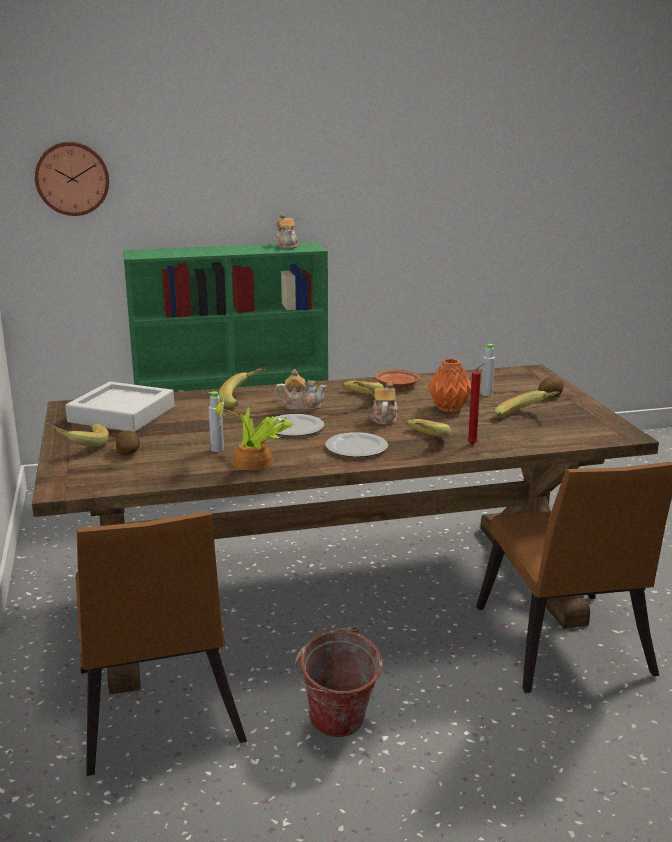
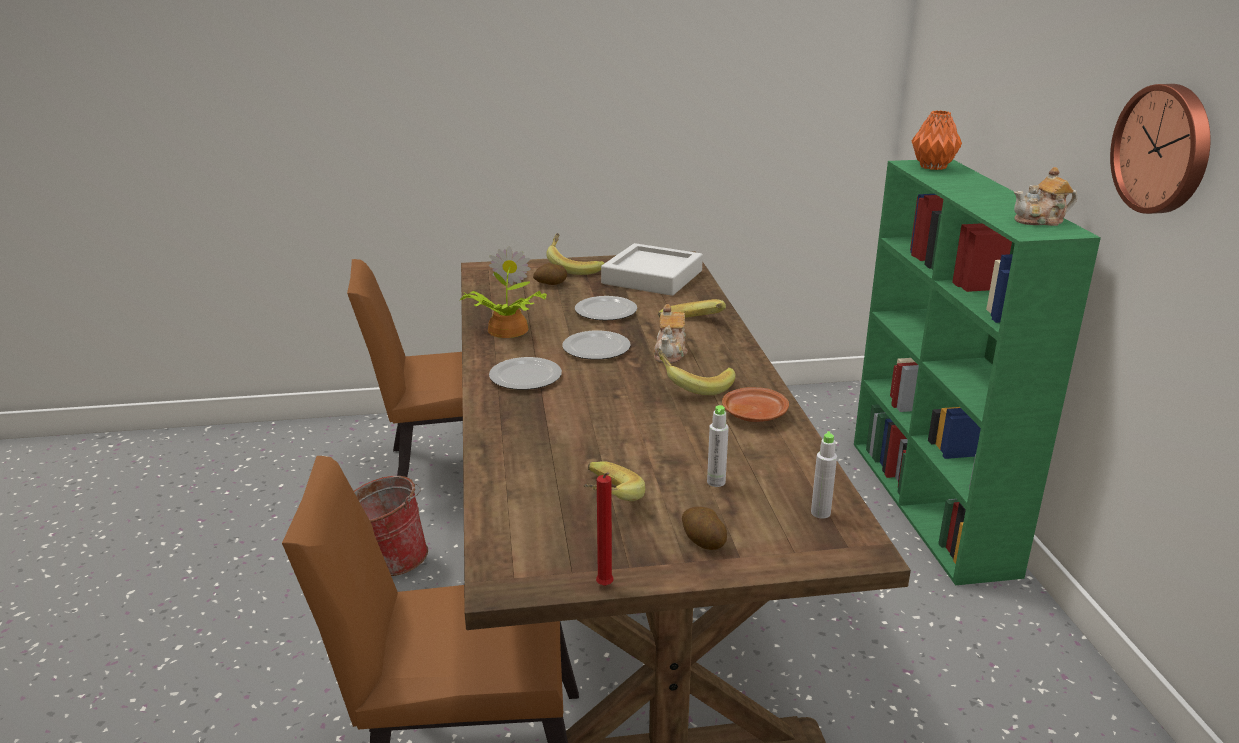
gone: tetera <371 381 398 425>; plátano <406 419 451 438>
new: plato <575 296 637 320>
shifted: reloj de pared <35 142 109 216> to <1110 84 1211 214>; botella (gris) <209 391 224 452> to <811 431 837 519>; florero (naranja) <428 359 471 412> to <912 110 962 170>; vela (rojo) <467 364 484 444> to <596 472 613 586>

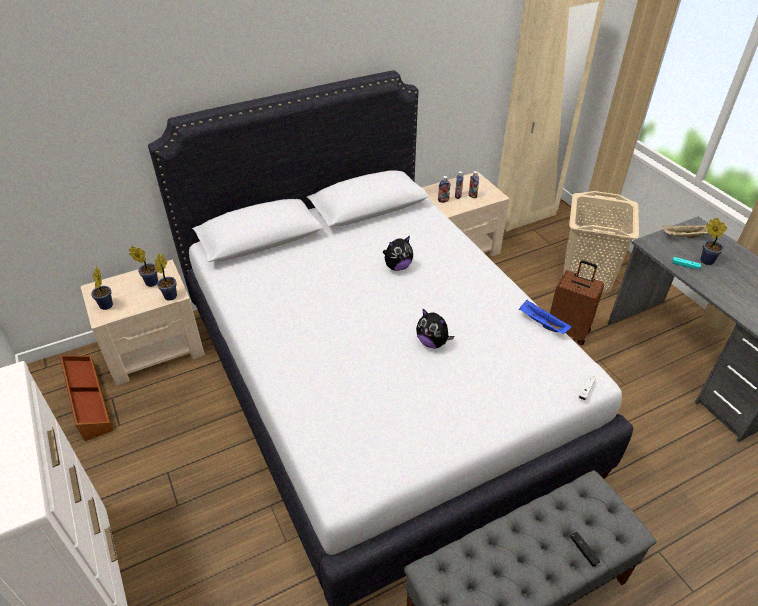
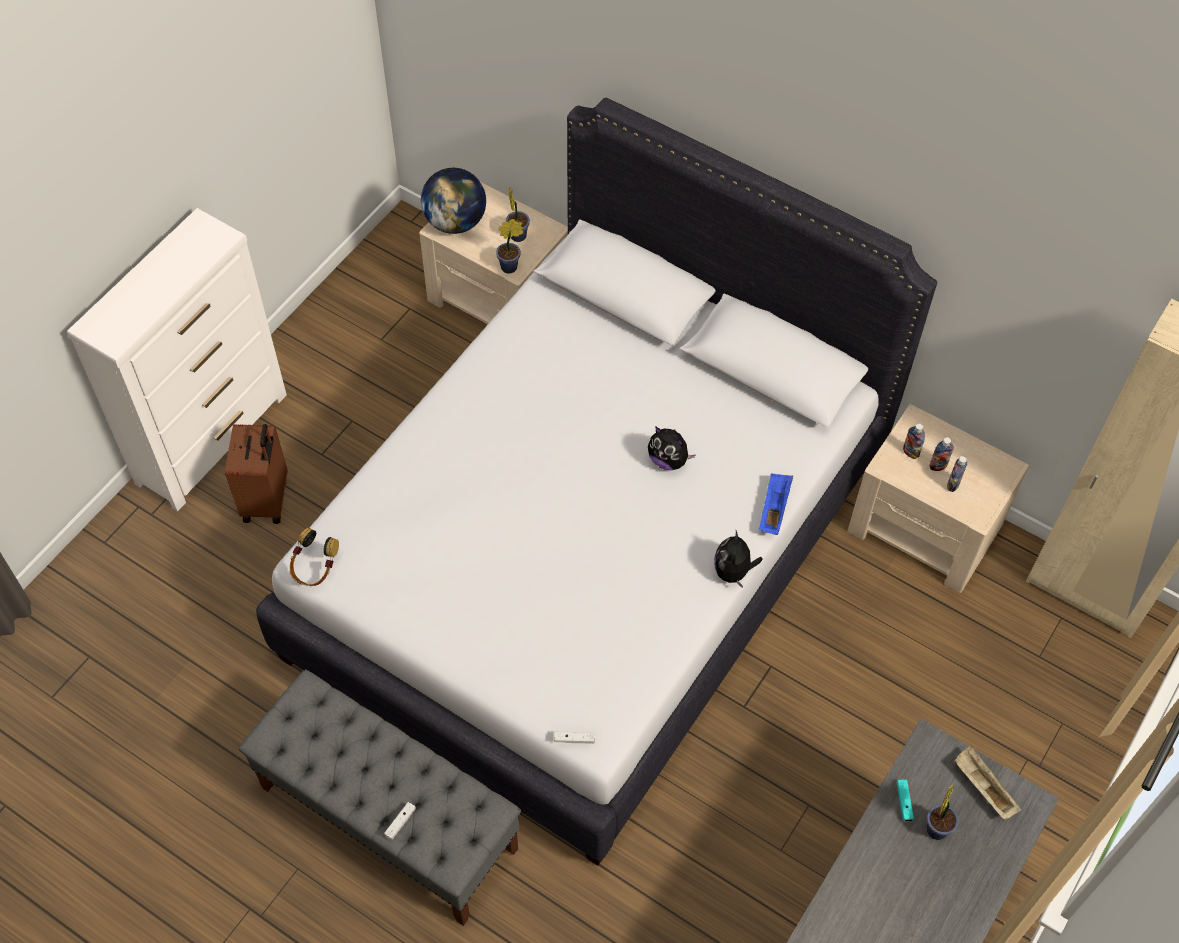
gone: caja de almacenaje (marrón) <60 355 113 441>; cesto de la ropa (beis) <563 191 639 293>
new: auriculares <290 528 339 586>
shifted: peluche <416 309 454 348> to <714 531 763 588>; bandeja (azul) <519 300 572 334> to <759 474 793 535>; maleta (marrón) <550 260 604 345> to <225 424 287 524>
swapped: planta en maceta <91 267 113 310> to globo terráqueo <421 168 486 234>
repainted: mando de consola (negro) <570 532 600 567> to mando de consola (blanco) <384 802 416 840>

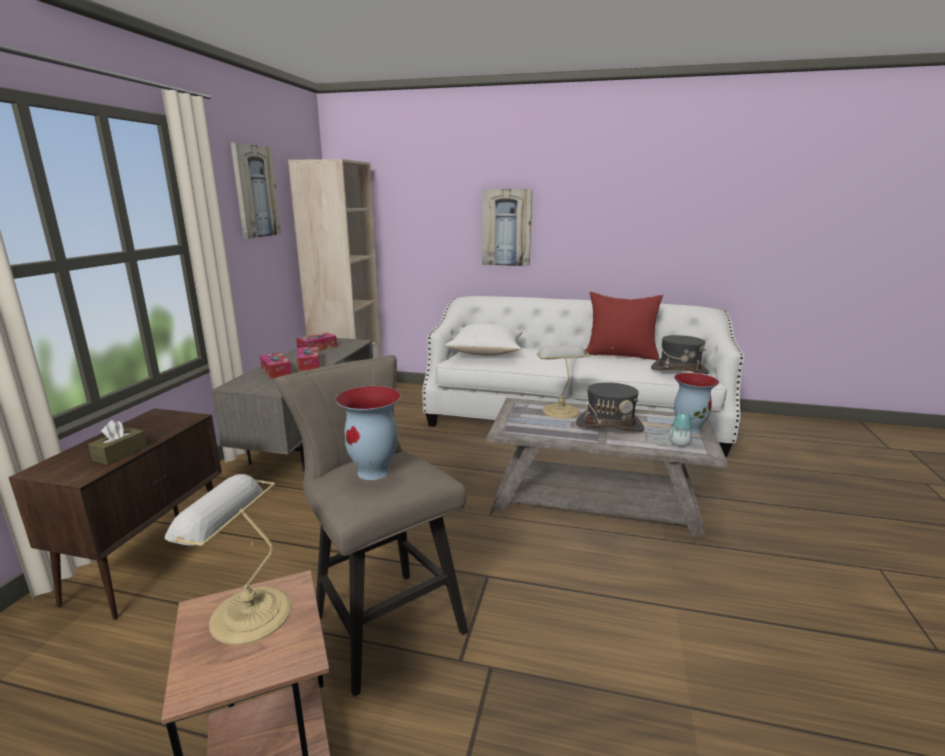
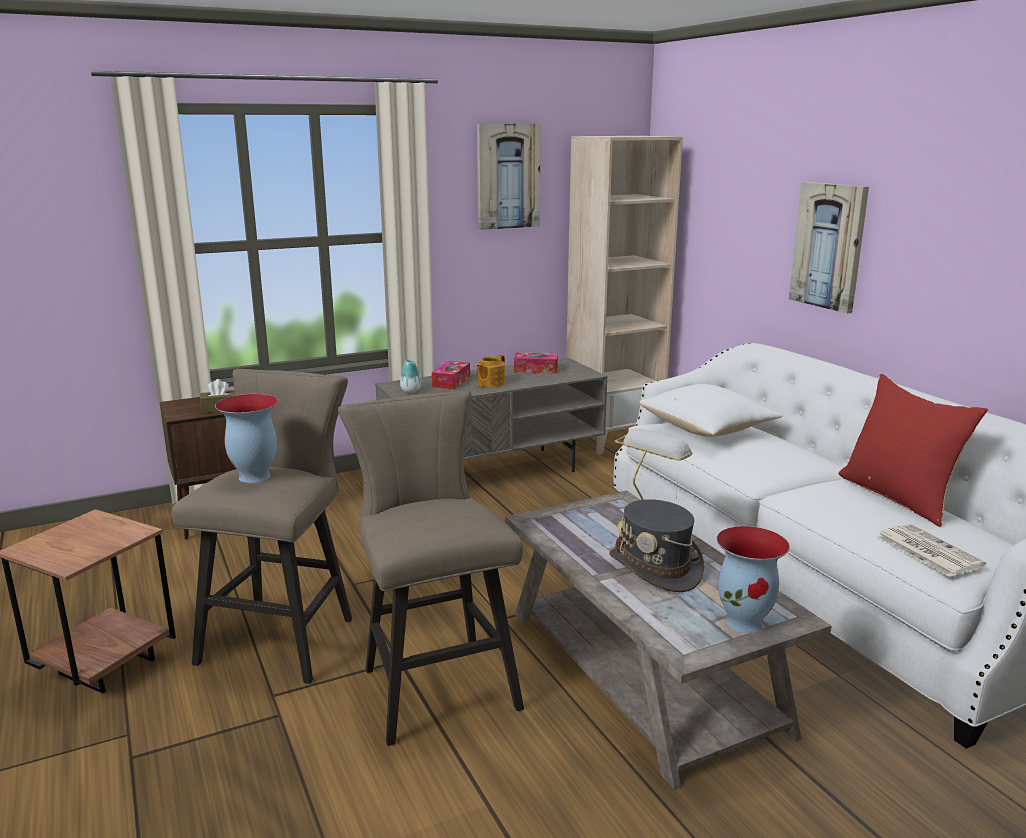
gone: lámpara de mesa <165 474 292 645>
new: taburete (beis) <338 390 524 746>
shifted: florero <669 412 692 447> to <400 360 421 393>
swapped: caja de pañuelos <297 346 319 371> to tetera <476 355 505 388>; sombrero (gris) <651 335 709 374> to periódico <876 524 986 577>

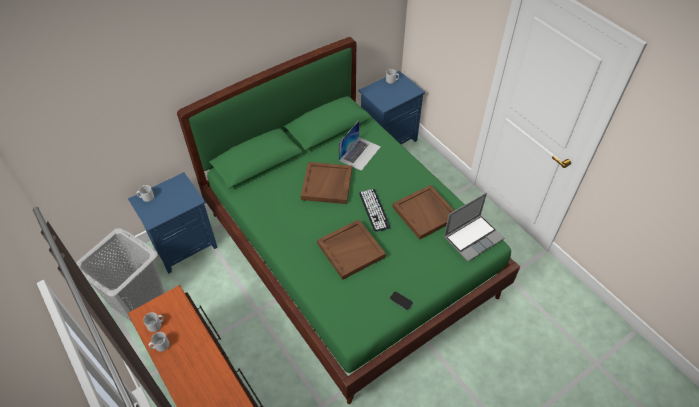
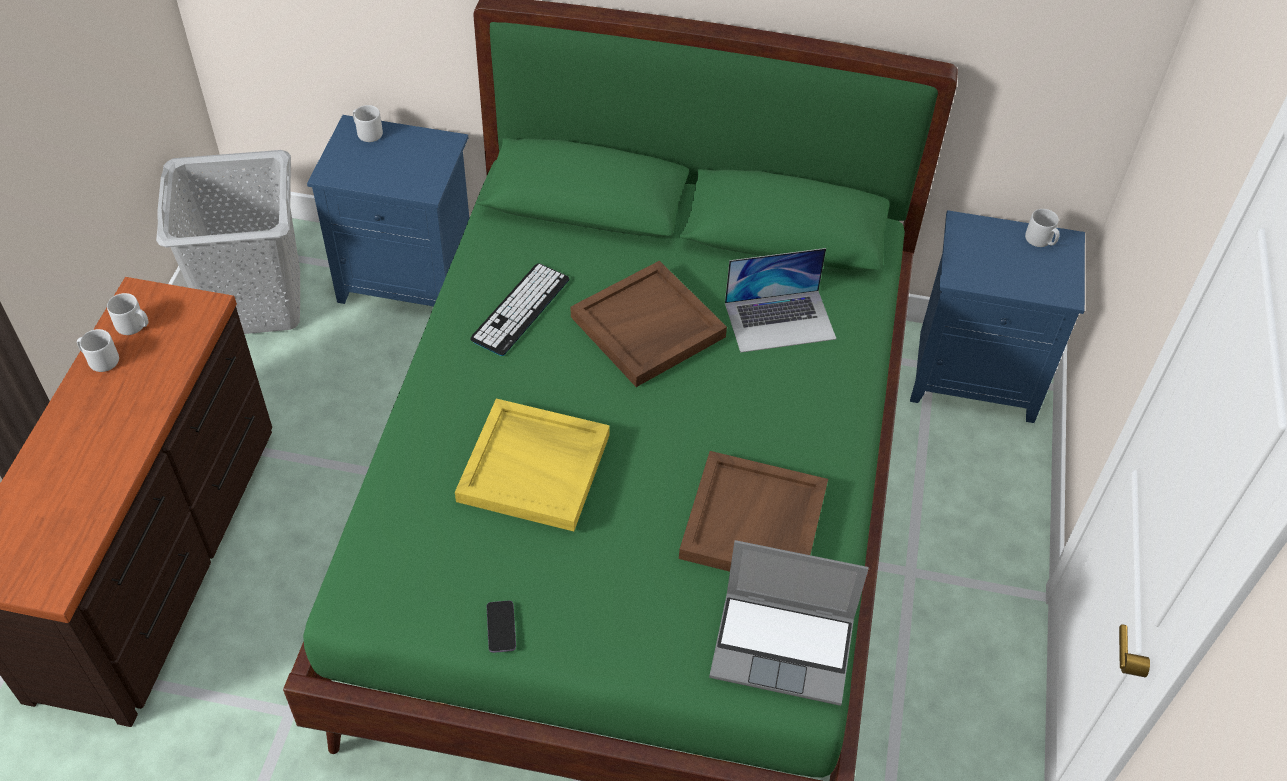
shifted: teclado <359 189 391 232> to <470 263 569 356>
repainted: bandeja (marrón) <317 220 386 280> to bandeja (amarillo) <455 399 610 532>

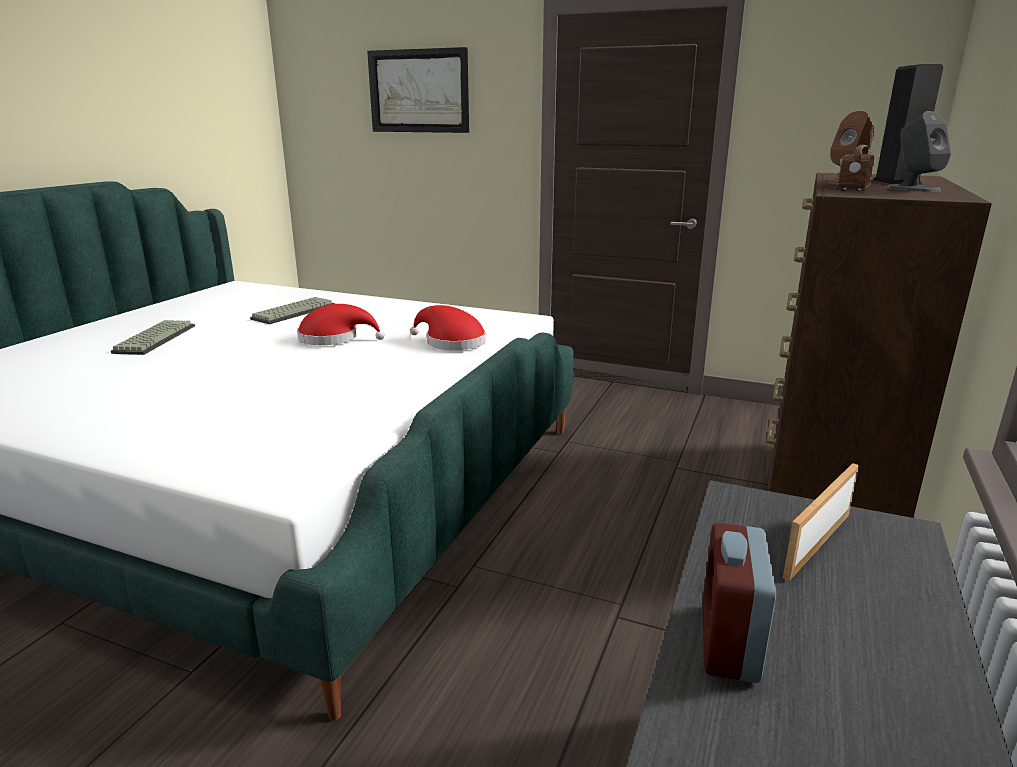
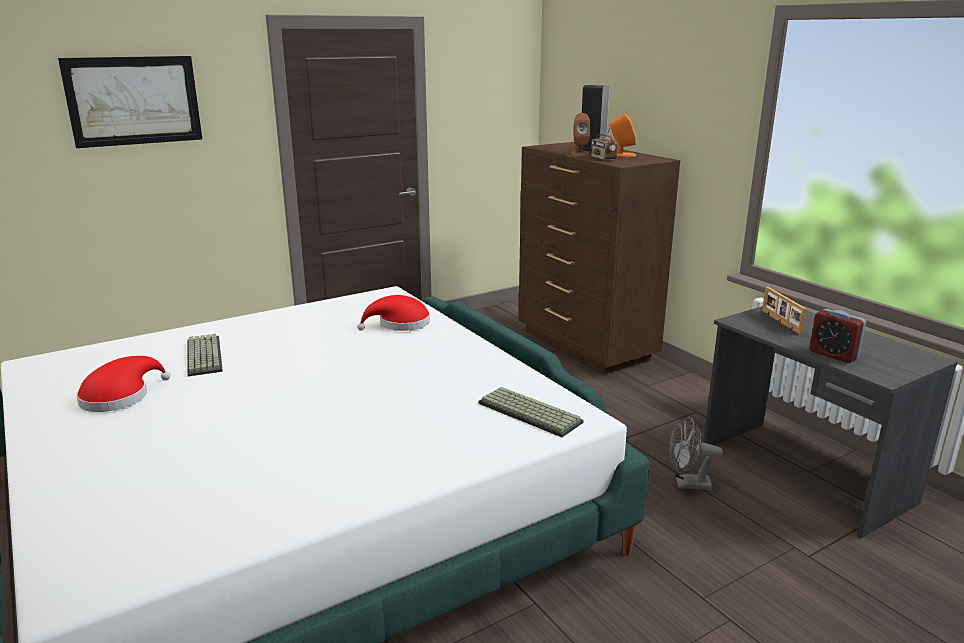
new: ventilador (gris) <669 417 723 490>
shifted: teclado <111 320 195 355> to <478 387 584 437>; sombrero (rojo) <297 304 384 345> to <76 356 171 412>
repainted: altavoz (gris) <889 111 951 192> to altavoz (naranja) <610 113 636 157>

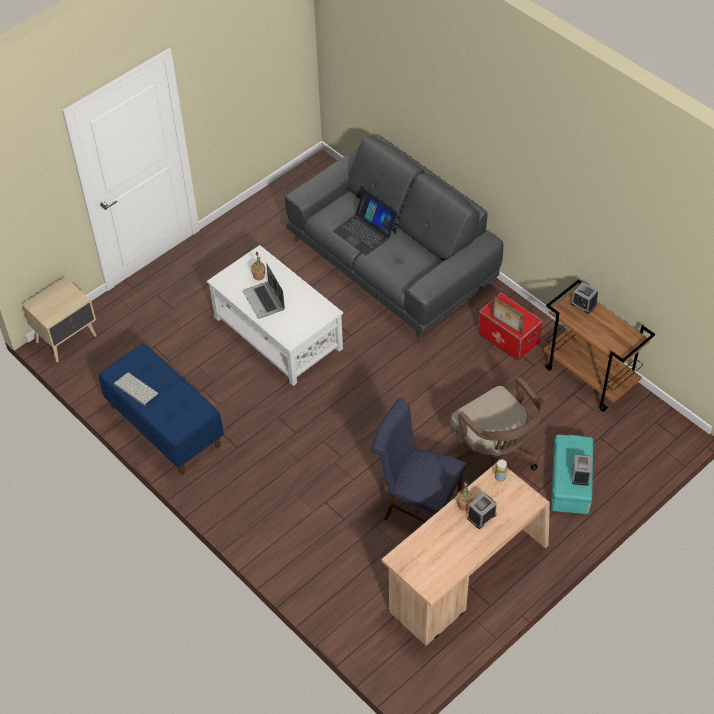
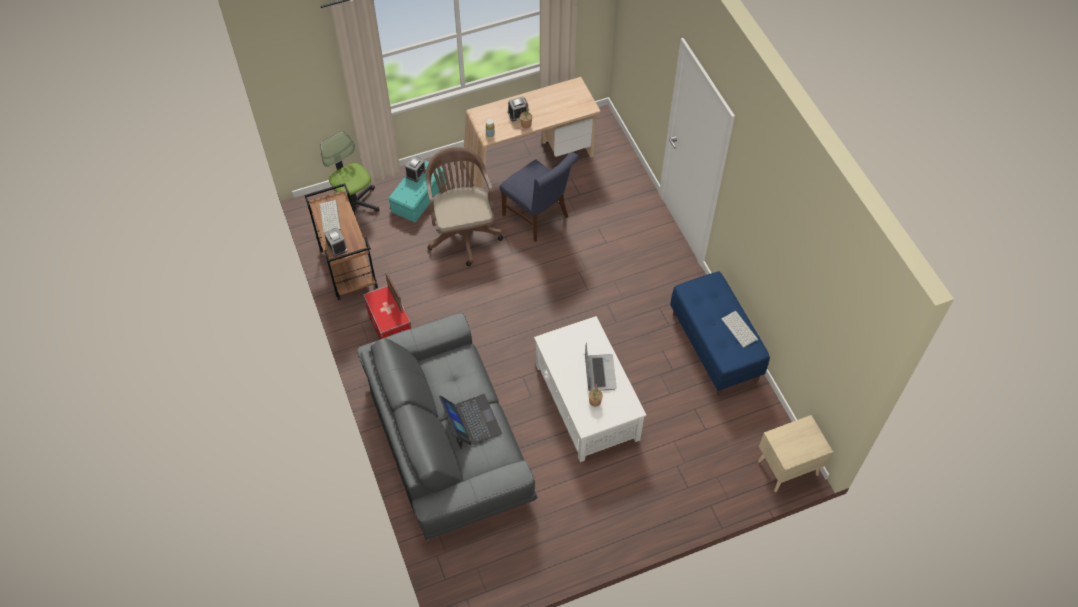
new: silla de oficina <320 132 379 215>; teclado <320 200 341 233>

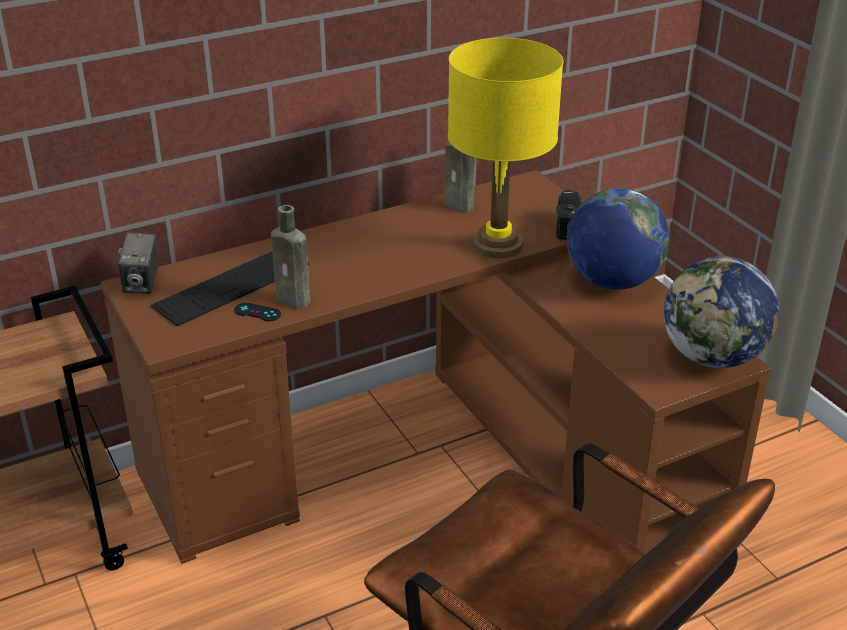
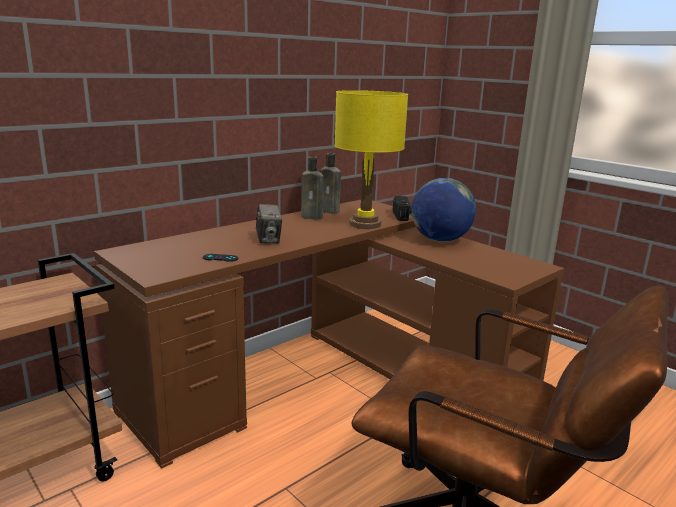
gone: teclado <151 252 309 326>; globo terráqueo <664 257 779 368>
shifted: cámara <118 232 159 294> to <256 204 282 244>; botella (marrón) <271 205 310 309> to <301 156 324 220>

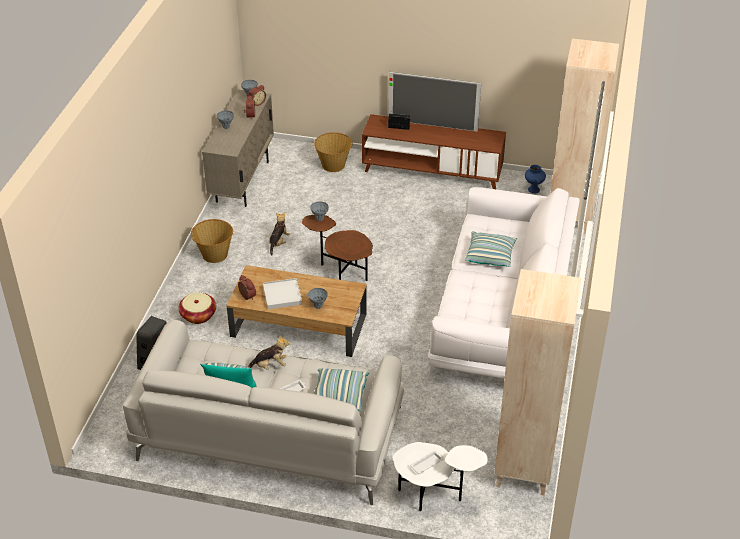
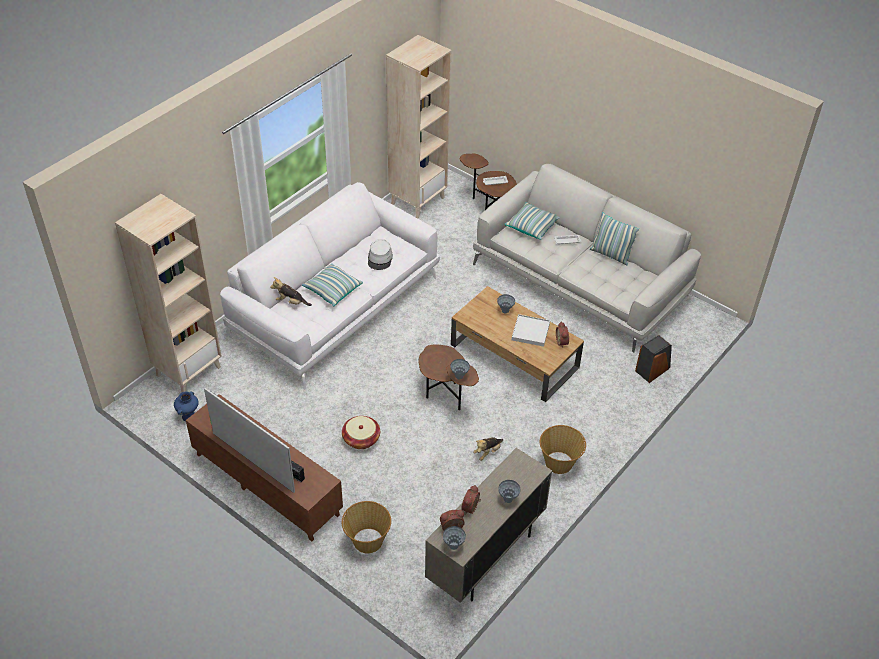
new: sombrero (gris) <368 239 393 270>
shifted: cesta <178 293 216 324> to <342 416 380 449>; peluche <248 334 290 370> to <270 277 312 306>
repainted: mesa auxiliar (blanco) <392 442 488 511> to mesa auxiliar (marrón) <460 154 517 210>

